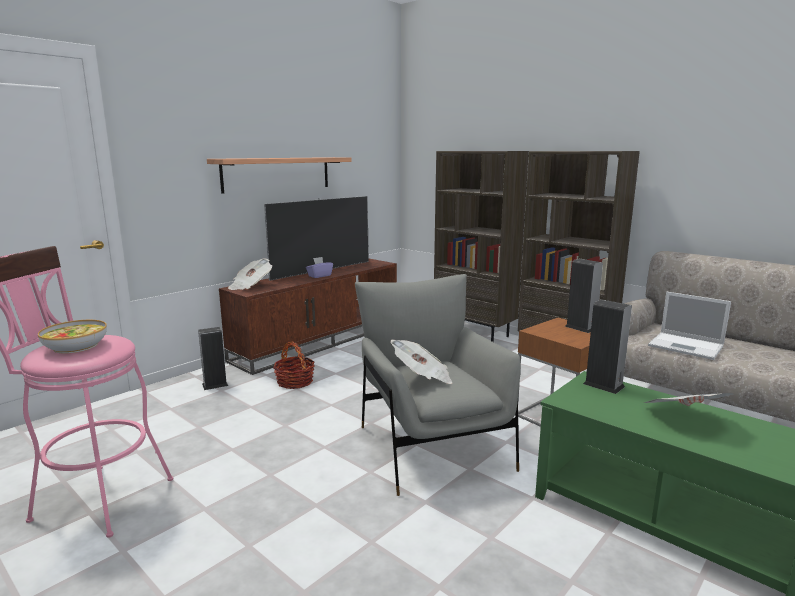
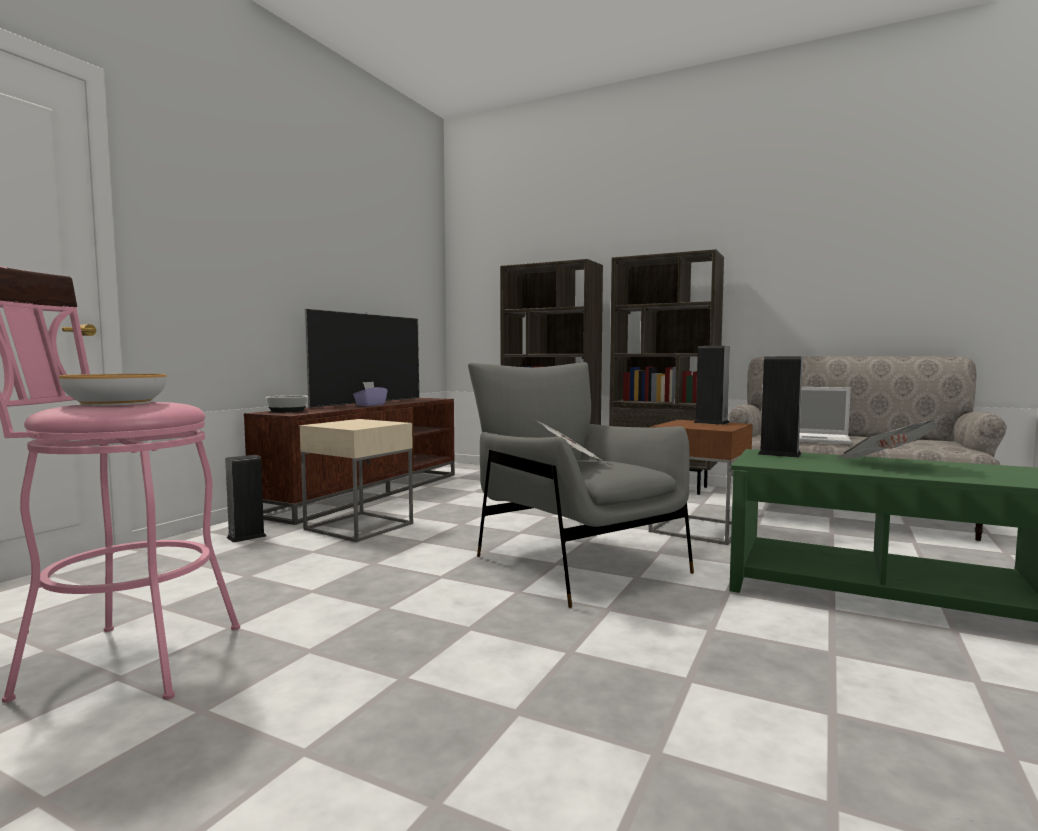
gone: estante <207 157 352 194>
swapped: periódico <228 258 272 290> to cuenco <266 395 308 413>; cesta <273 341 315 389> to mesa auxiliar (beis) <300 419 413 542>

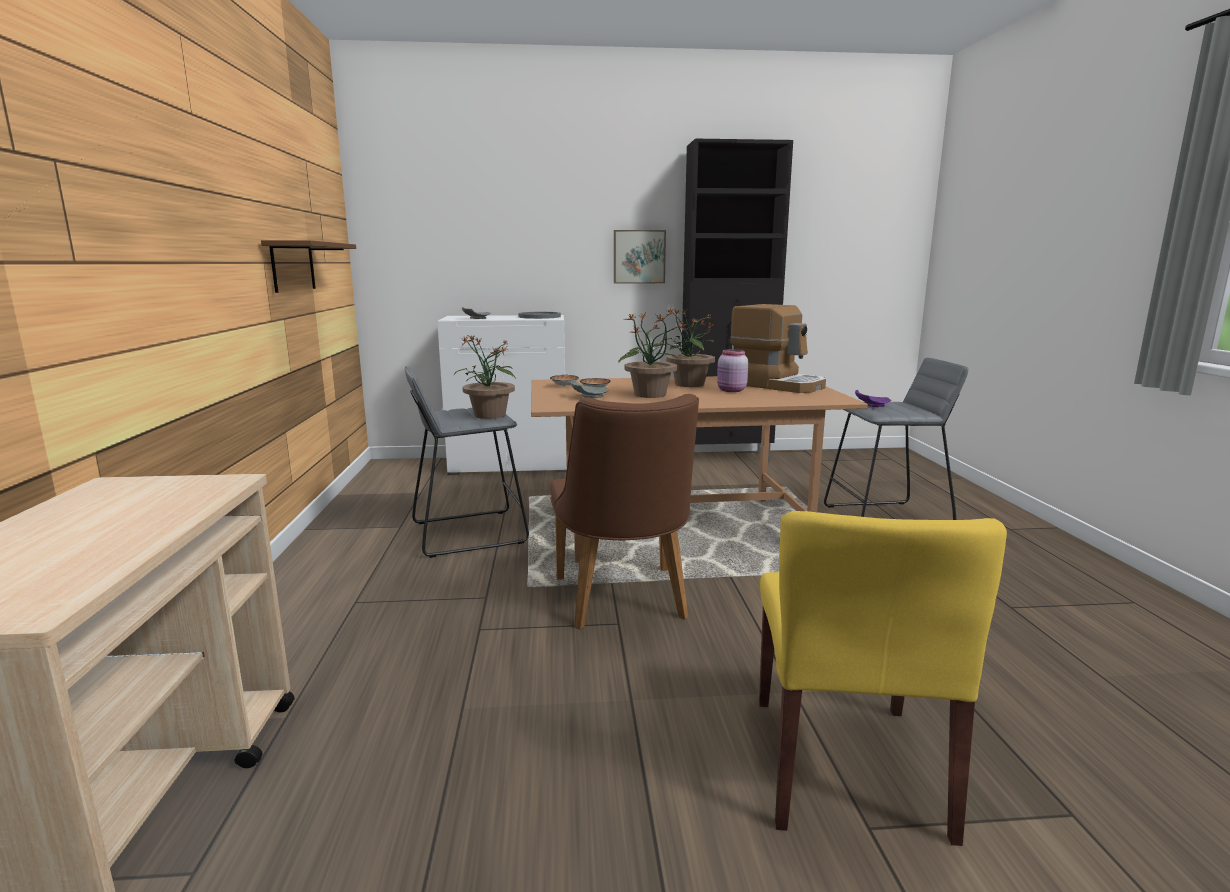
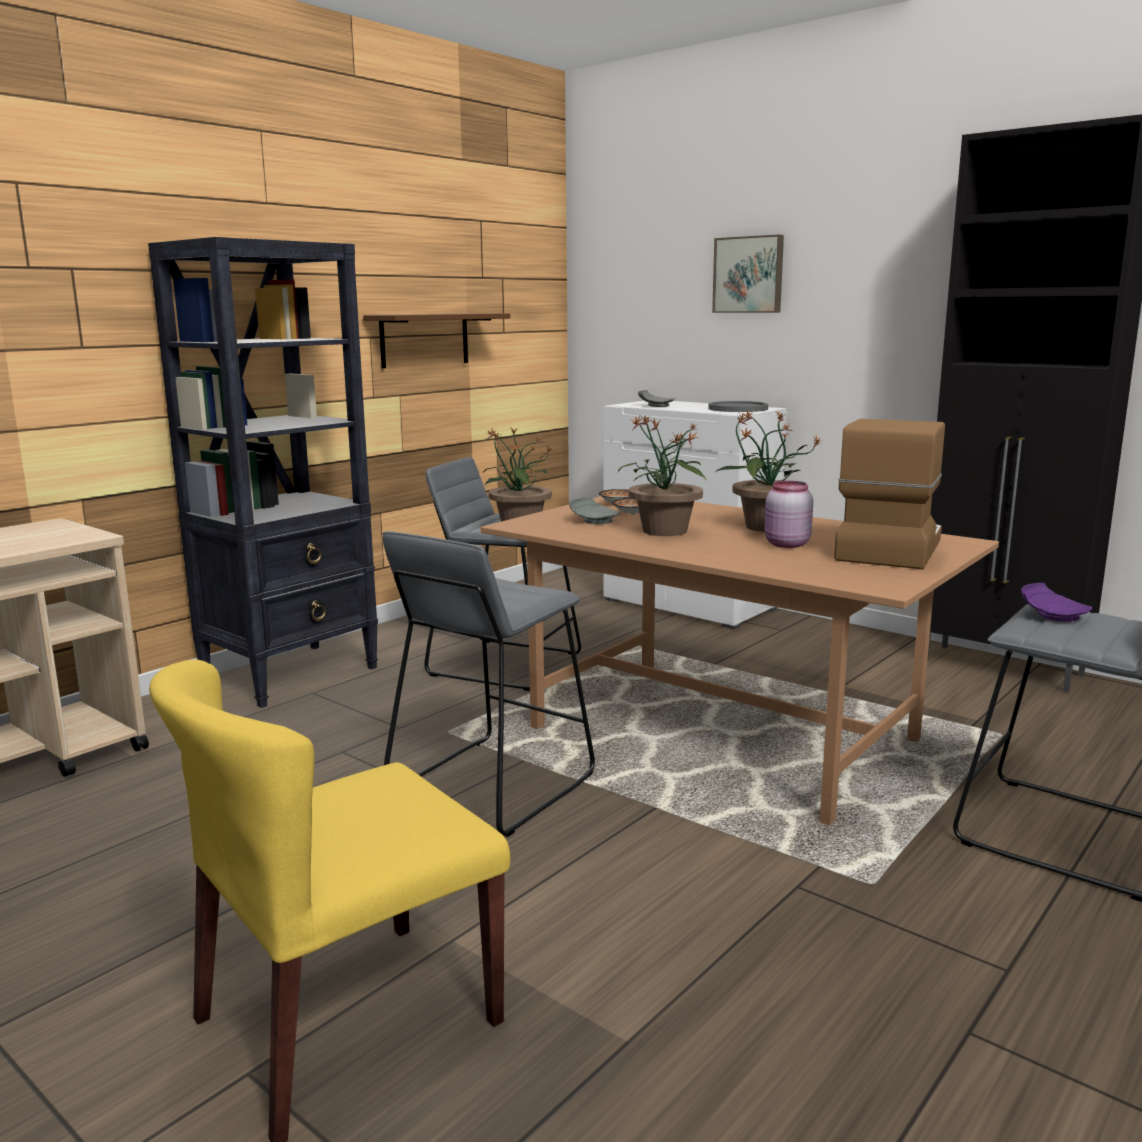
new: estantería (negro) <148 237 378 708>
shifted: cuadro <614 230 666 283> to <712 235 784 313>
swapped: silla (marrón) <550 394 699 630> to taburete (gris) <382 531 595 837>
rotated: cafetera <730 304 826 393> = <834 419 945 569> 150 degrees counterclockwise

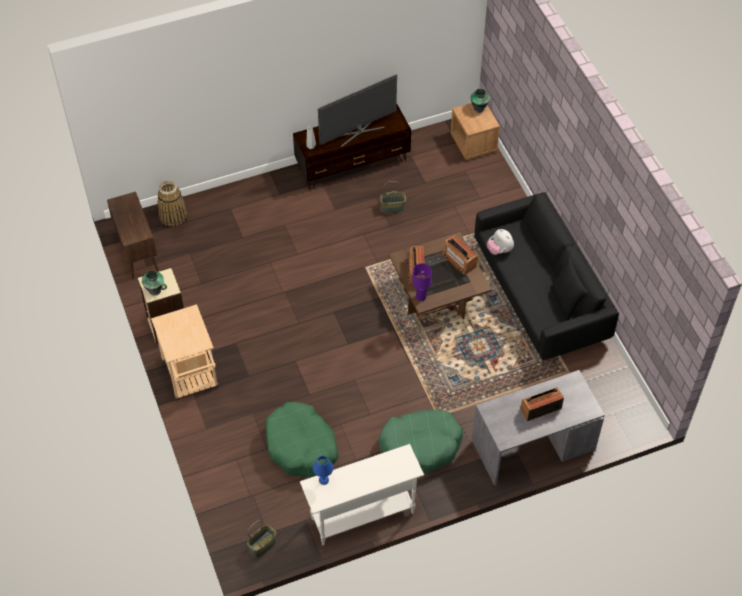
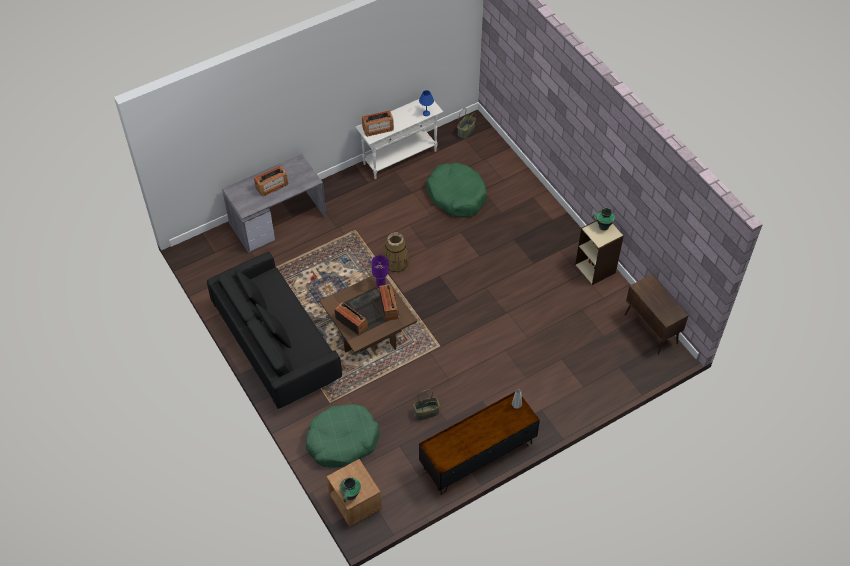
gone: carrito (beis) <151 304 219 401>; televisor <318 74 397 147>; peluche <487 229 514 255>
new: cojín (negro) <256 303 291 348>; radio <362 110 394 137>
shifted: cesta <157 180 187 226> to <384 232 409 273>; cama para perro (verde) <379 410 463 473> to <306 404 380 468>

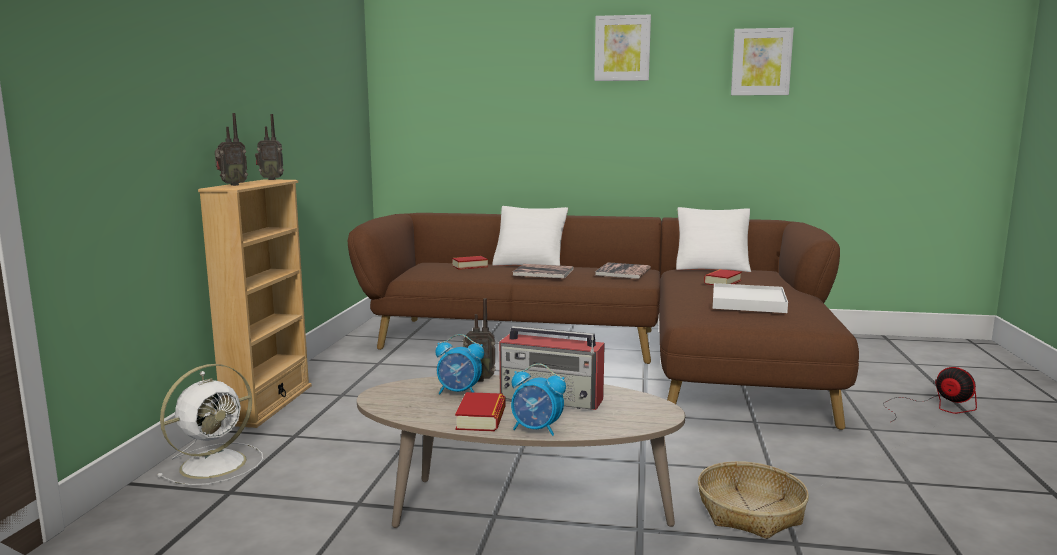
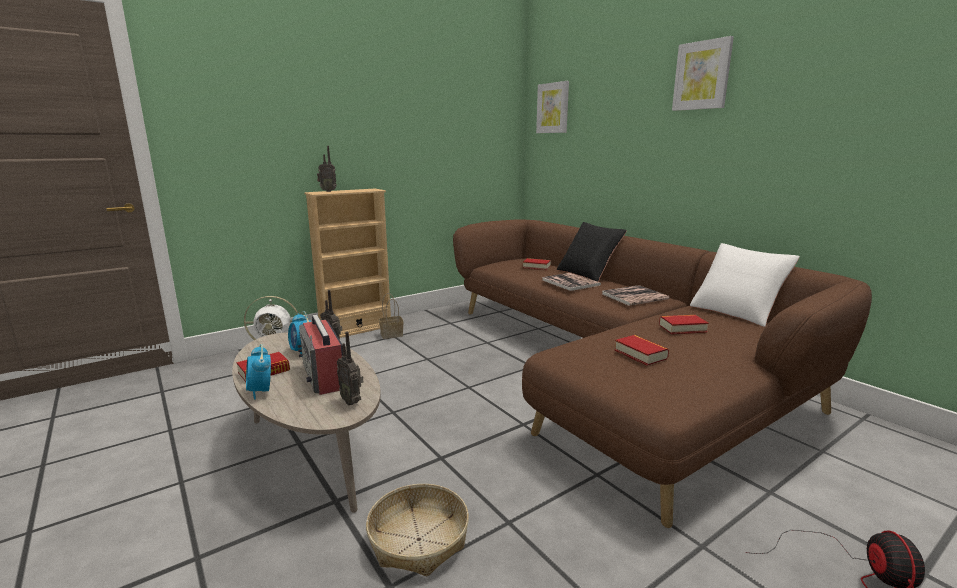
new: cesta <379 293 403 339>
shifted: radio <255 114 284 180> to <337 332 363 405>; cuadro <731 28 794 96> to <536 81 569 133>
swapped: bandeja (blanco) <713 283 788 313> to libro <615 335 669 366>
repainted: cojín (blanco) <492 206 568 266> to cojín (negro) <557 222 627 282>

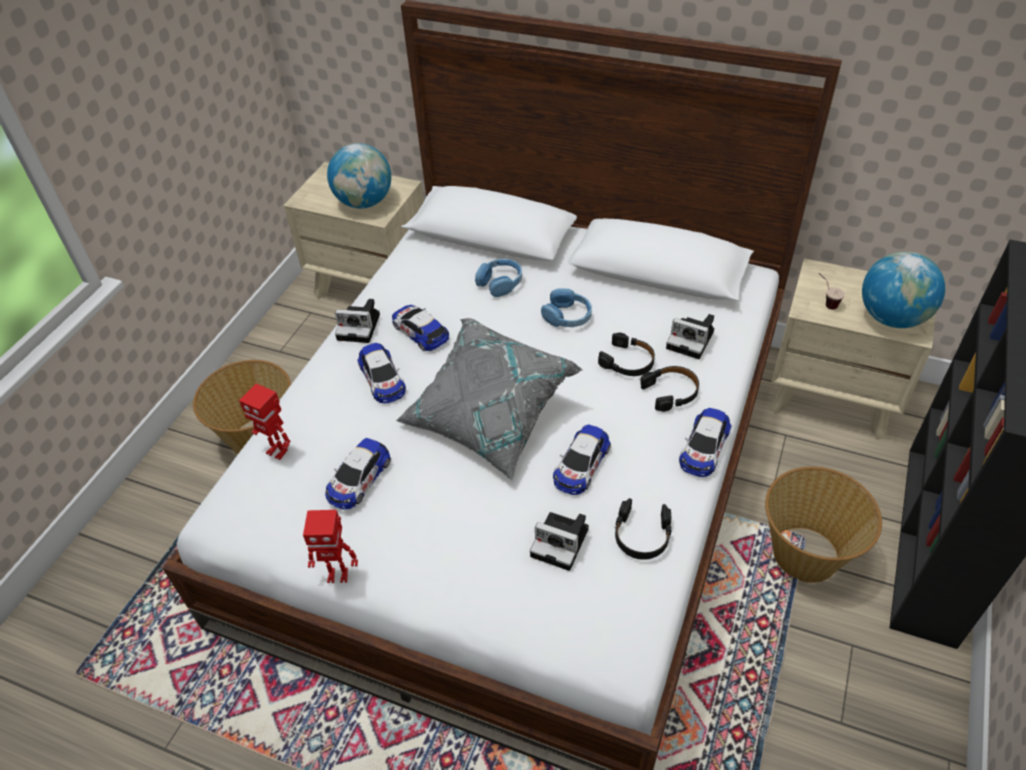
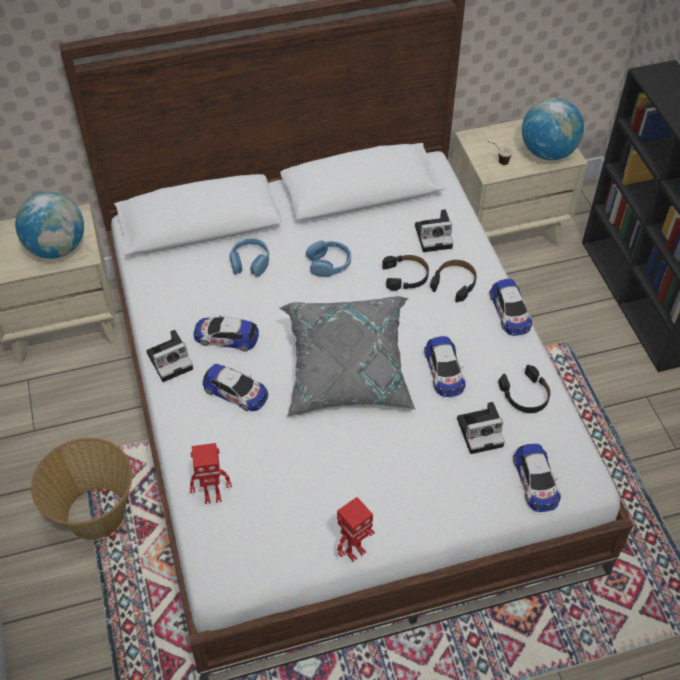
gone: cesta <765 467 882 583>
shifted: coche de juguete <325 438 391 510> to <513 444 561 512>

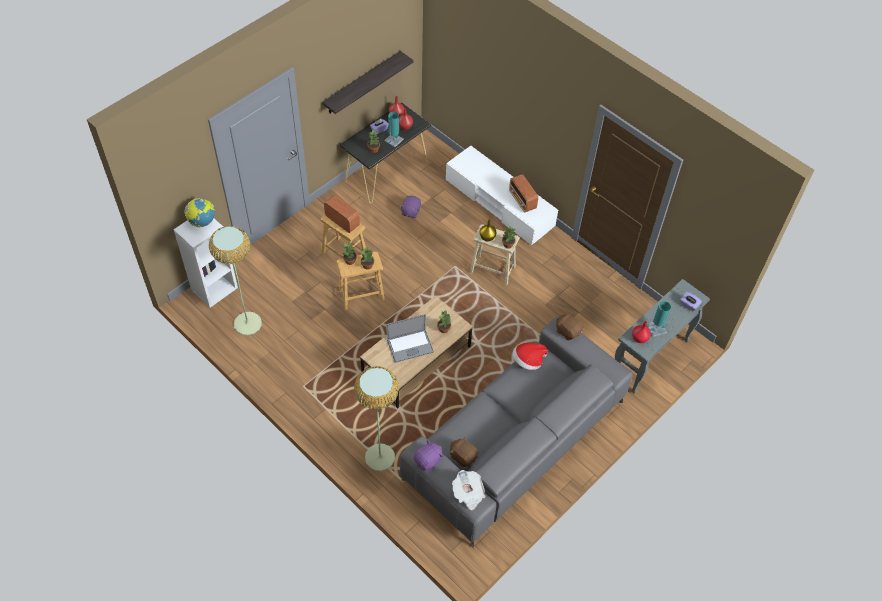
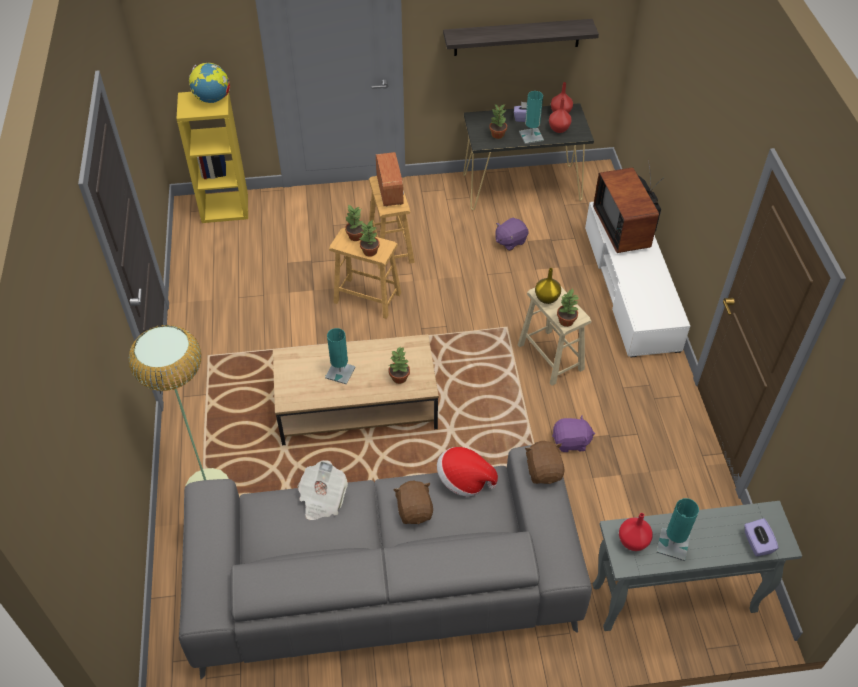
gone: lámpara de pie <209 226 262 335>; radio <509 174 538 212>
new: televisor <593 159 663 253>
shifted: peluche (morado) <414 440 443 471> to <552 415 595 452>; peluche (marrón) <450 436 478 467> to <393 481 433 524>; periódico <452 470 486 510> to <298 460 348 520>
swapped: portátil <386 314 434 363> to lámpara de mesa (turquesa) <325 328 355 384>
repainted: estantería (blanco) <173 219 238 308> to estantería (amarillo) <176 92 248 223>

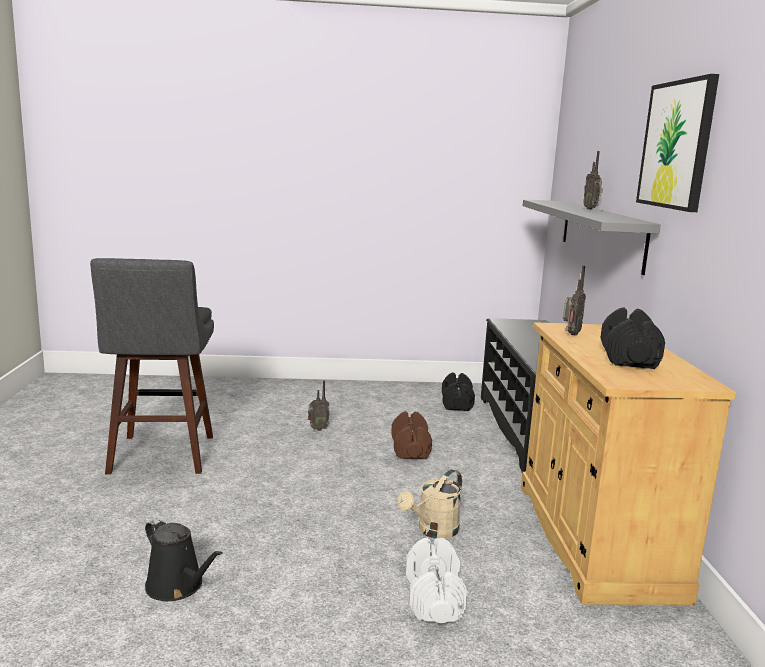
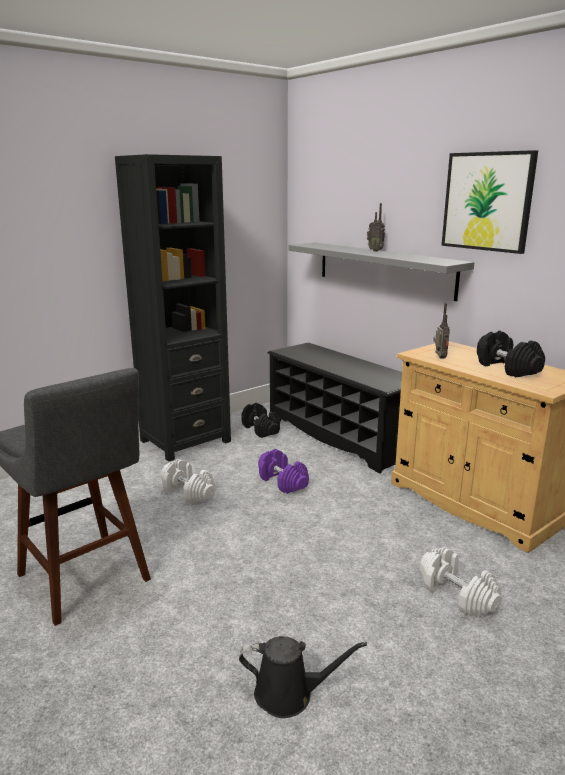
gone: regadera (beis) <397 469 462 539>
new: estantería (negro) <115 154 231 462>
swapped: radio <308 380 330 431> to mancuerna (blanco) <161 459 216 504>
repainted: mancuerna (marrón) <391 411 432 459> to mancuerna (morado) <258 449 309 494>

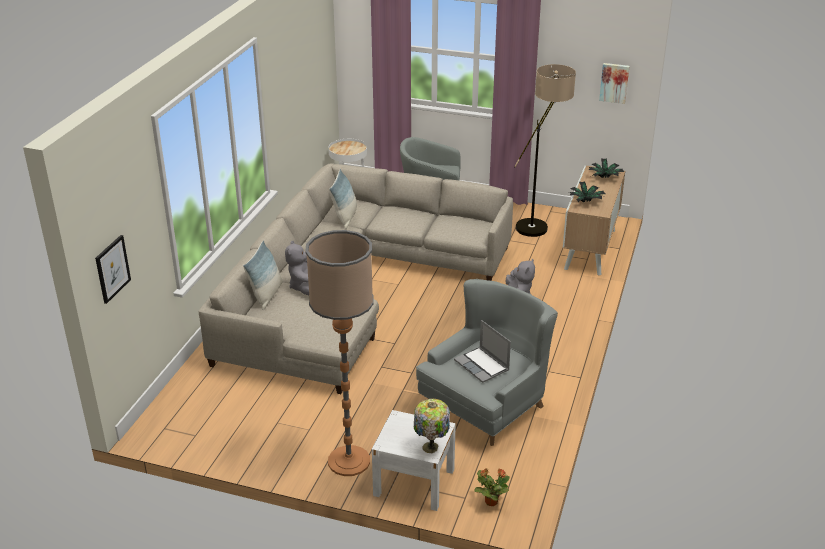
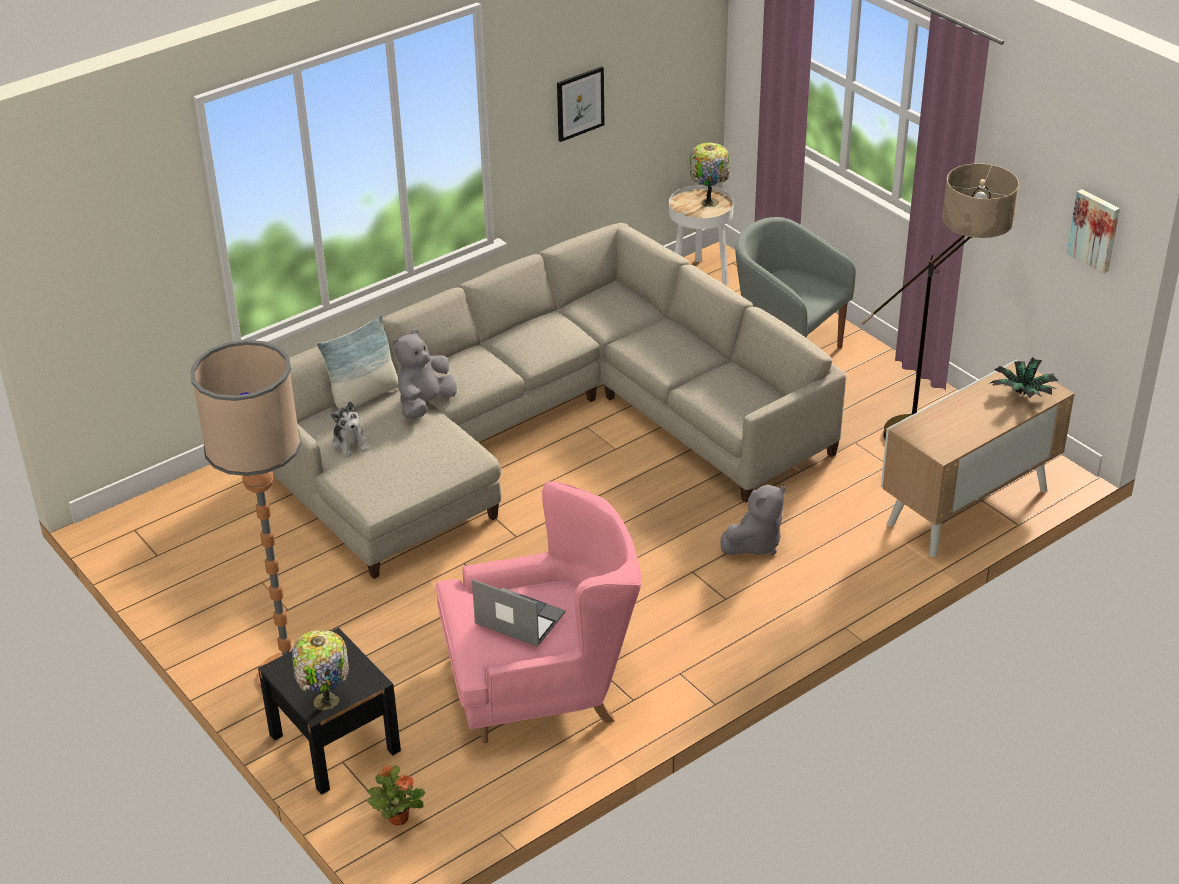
gone: cojín <329 169 357 229>; planta en maceta <570 181 606 202>
new: peluche <331 401 369 458>; lámpara de mesa <690 142 729 207>
shifted: cuadro <95 235 131 304> to <557 66 604 142>
repainted: mesita de noche (blanco) <372 410 456 511> to mesita de noche (negro) <258 628 401 795>; sillón (gris) <416 279 558 446> to sillón (rosa) <436 481 642 744>
rotated: portátil <454 320 511 383> = <472 579 565 647> 120 degrees clockwise

